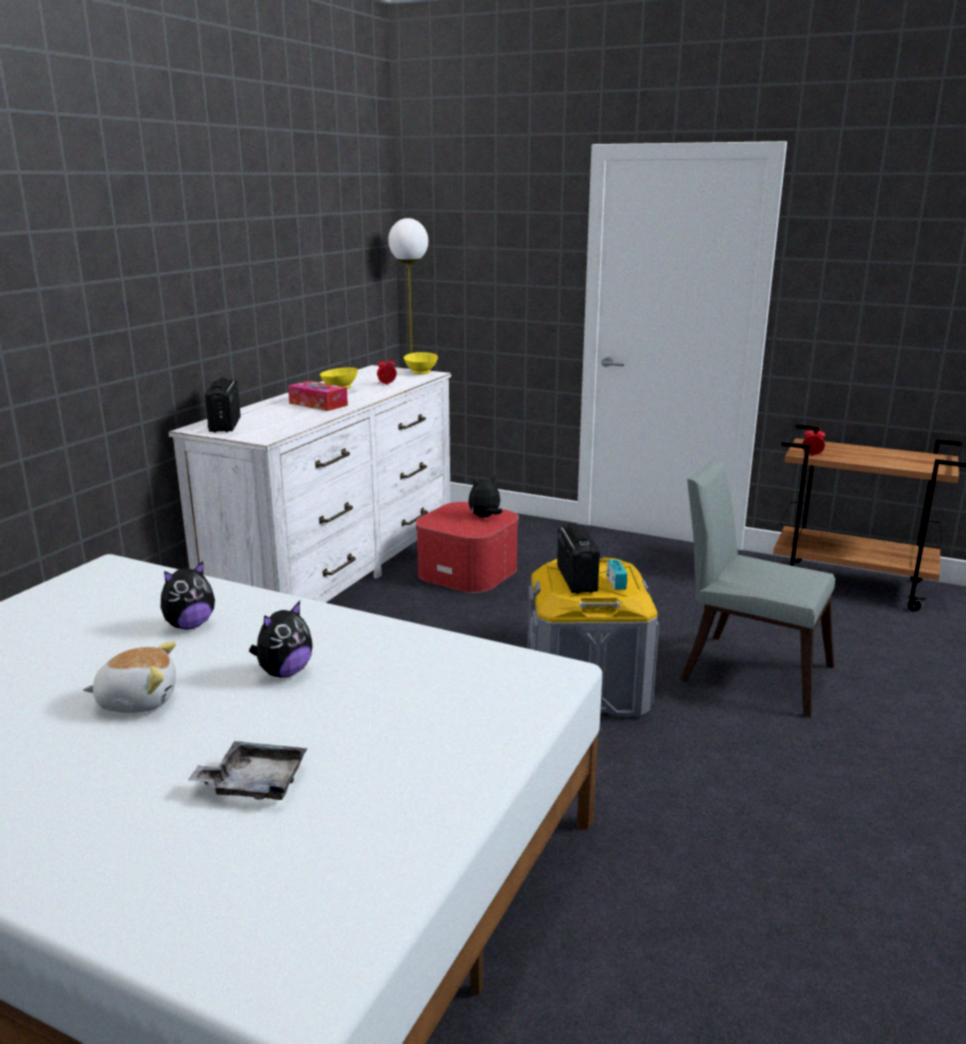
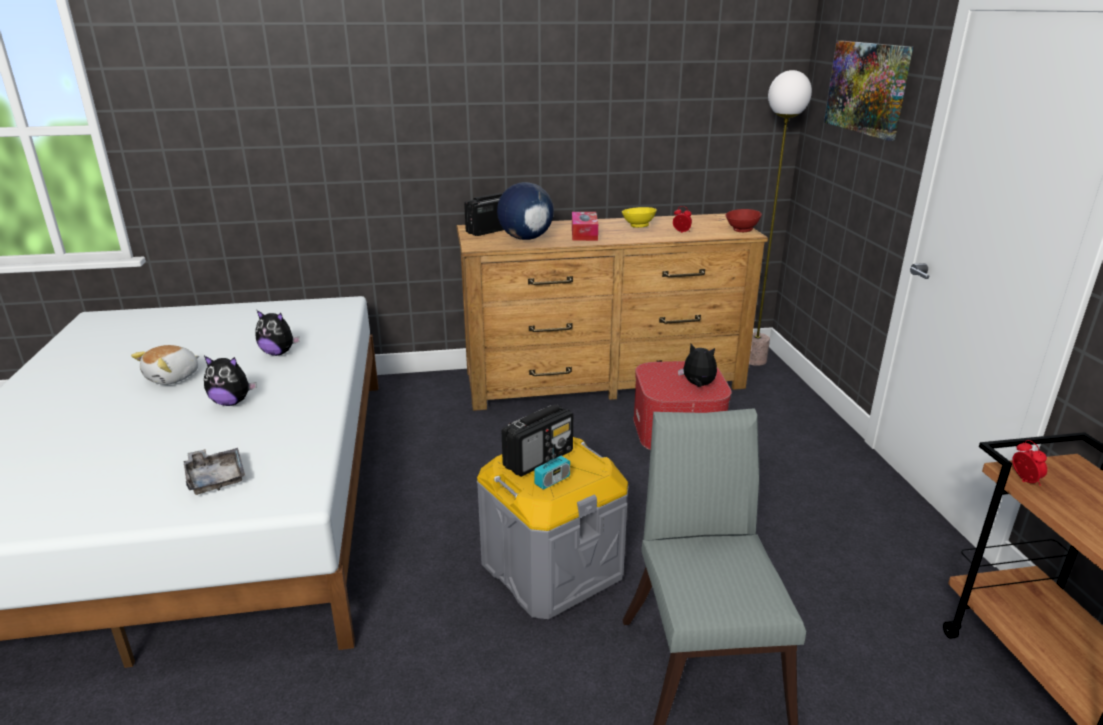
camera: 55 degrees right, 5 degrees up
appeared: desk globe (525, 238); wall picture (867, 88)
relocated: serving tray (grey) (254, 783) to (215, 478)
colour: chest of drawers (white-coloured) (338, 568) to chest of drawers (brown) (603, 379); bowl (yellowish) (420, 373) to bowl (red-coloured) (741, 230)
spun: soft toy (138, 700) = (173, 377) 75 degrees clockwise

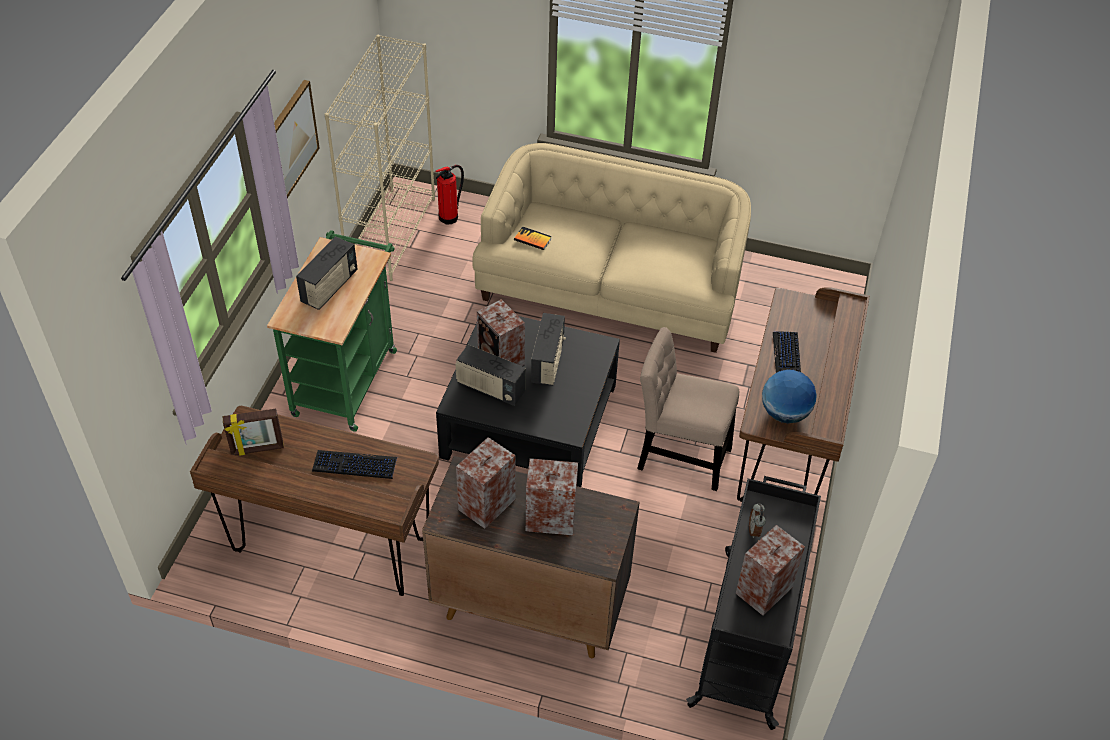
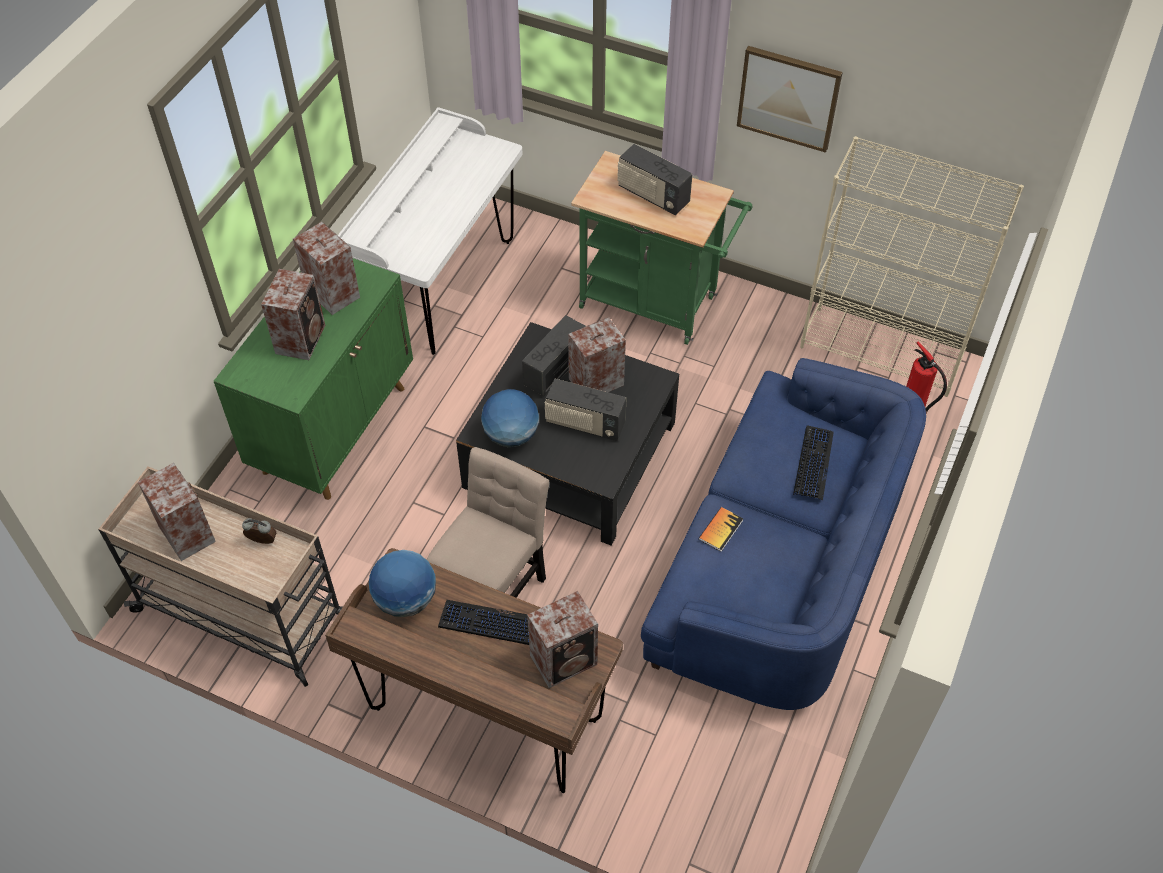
camera: 100 degrees right, 5 degrees up
missing: photo frame (257, 449)
appeared: desk globe (511, 435); speaker (565, 660)
relocated: computer keyboard (354, 465) to (813, 463); book (532, 239) to (720, 530)
colour: desk (brown) (331, 546) to desk (white-coloured) (443, 286); cabinet (brown) (528, 605) to cabinet (green) (335, 428); couch (sand-coloured) (611, 288) to couch (blue) (778, 567); cart (black) (748, 634) to cart (sand-coloured) (244, 614)

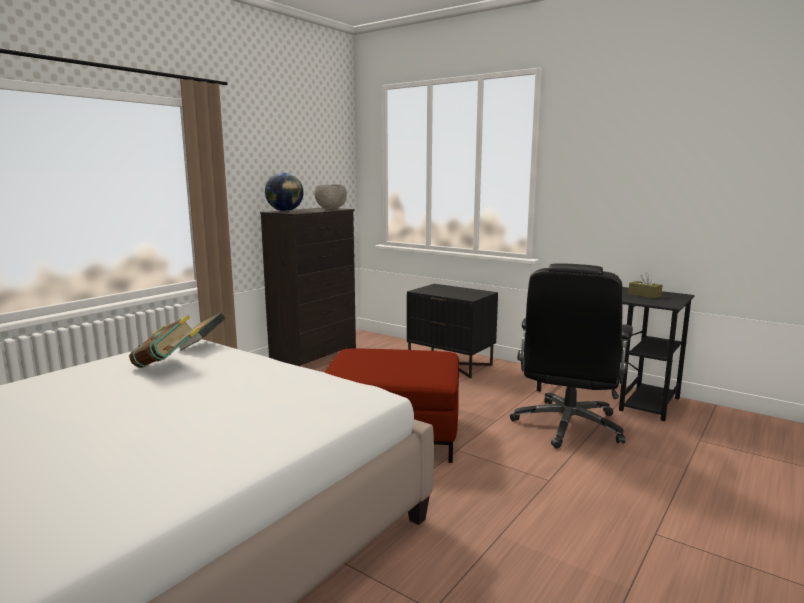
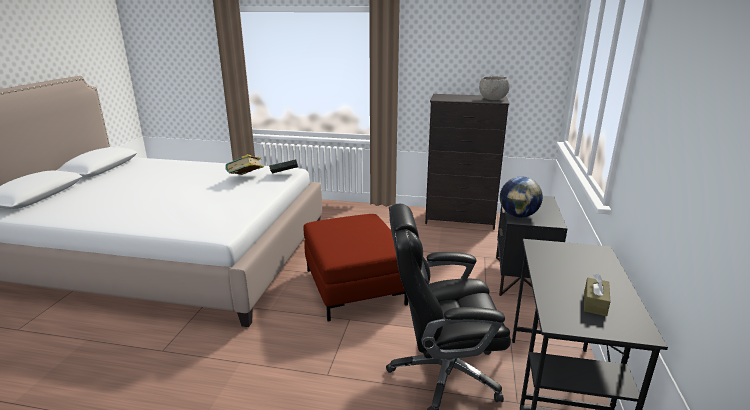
camera: 65 degrees right, 10 degrees up
relocated: desk globe (285, 211) to (518, 215)

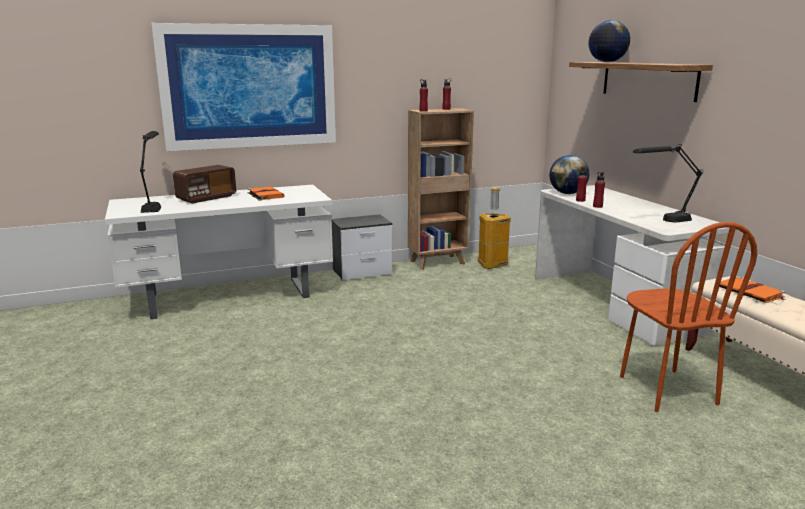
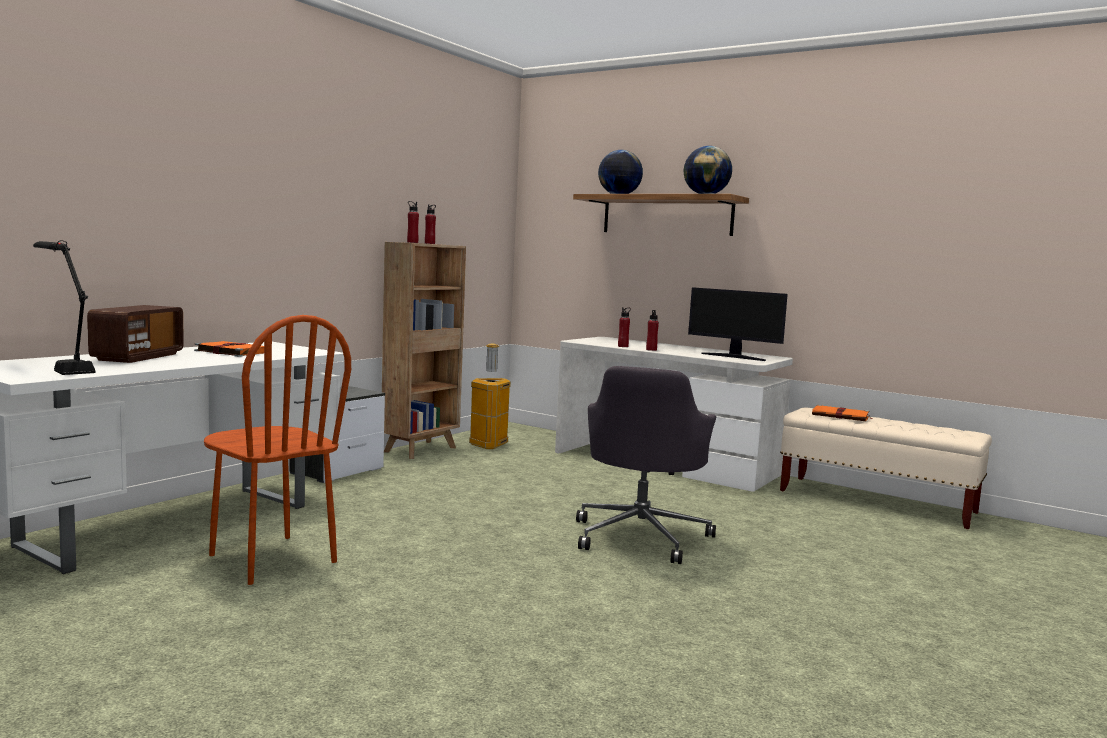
camera: 35 degrees left, 10 degrees down
missing: wall picture (249, 86)
appeared: desk chair (grey) (641, 536)
relocated: desk globe (567, 193) to (706, 195); chair (brown) (666, 390) to (271, 559)
exchanged: lamp for a table (black) (662, 221) to monitor (733, 357)

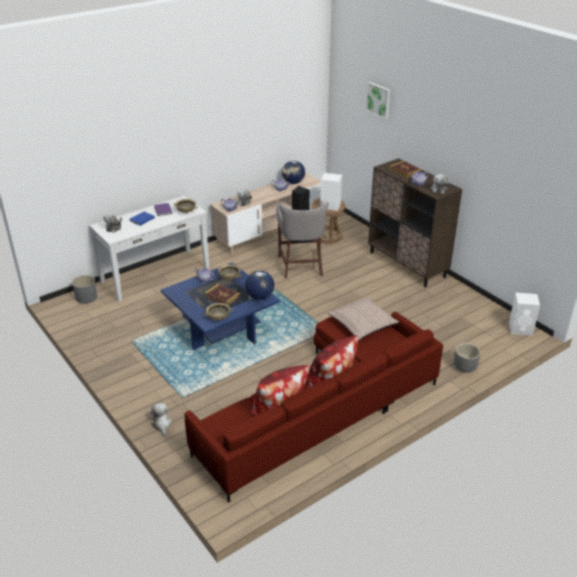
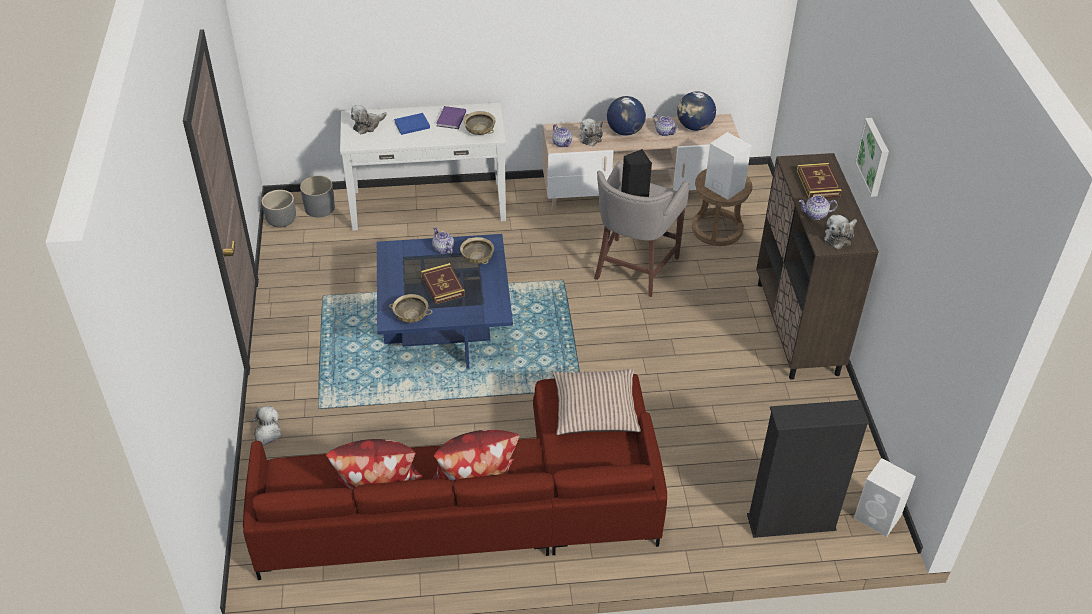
camera: 30 degrees right, 10 degrees up
appeared: bookcase (black) (791, 523)
relocated: desk globe (260, 297) to (625, 131); wall picture (379, 100) to (874, 157); plant pot (grey) (464, 367) to (281, 221)

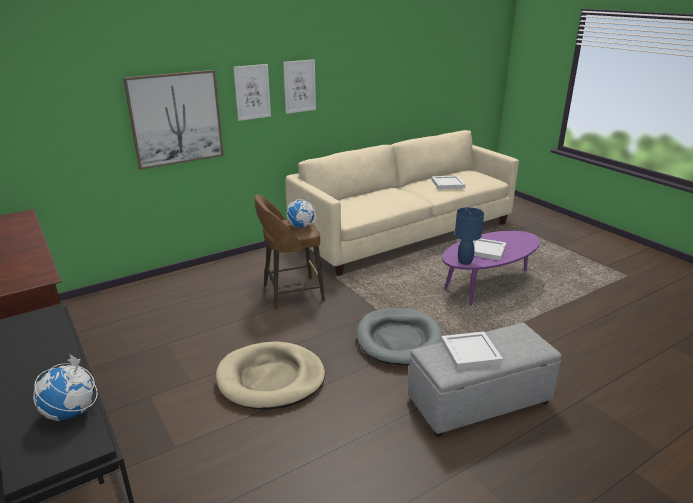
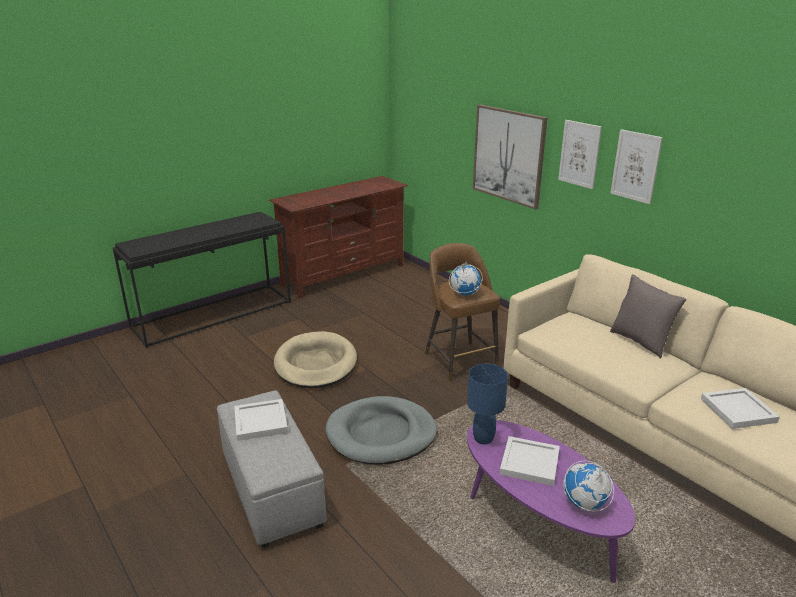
camera: 85 degrees right, 0 degrees up
appeared: cushion (grey) (640, 342)
relocated: desk globe (71, 413) to (584, 504)

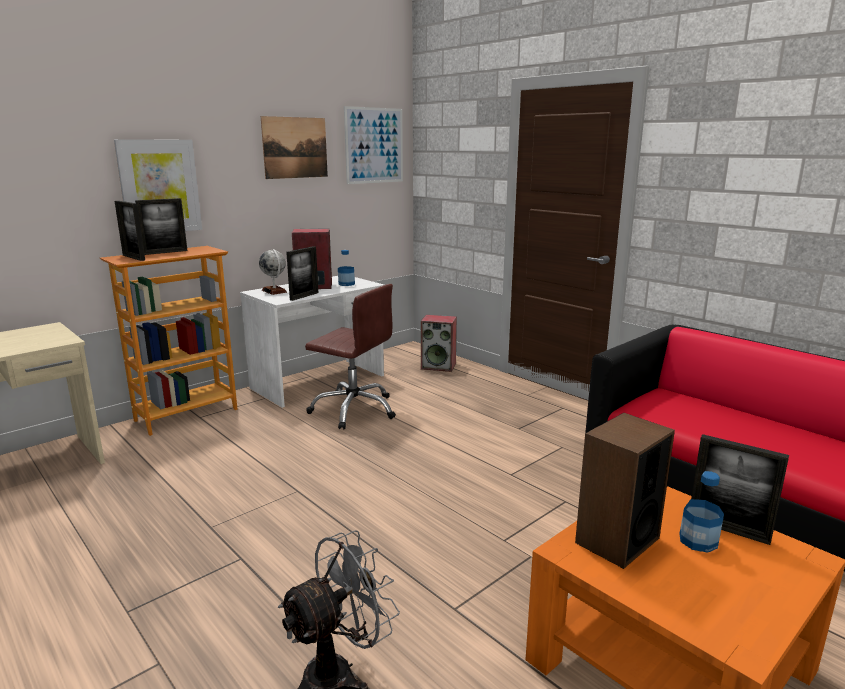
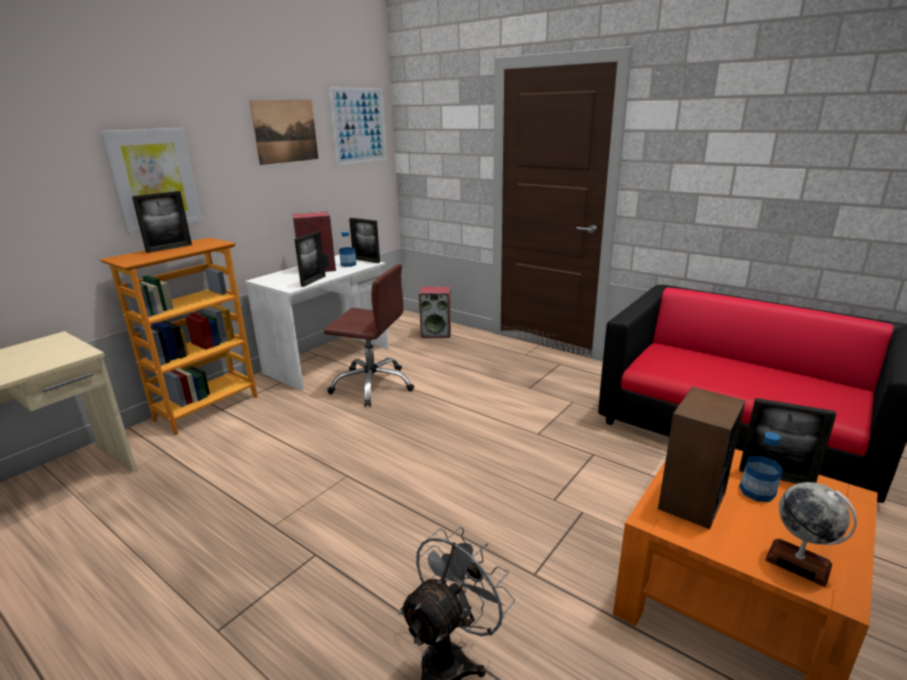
camera: 10 degrees left, 5 degrees up
relocated: photo frame (133, 257) to (366, 260); desk globe (274, 291) to (798, 562)

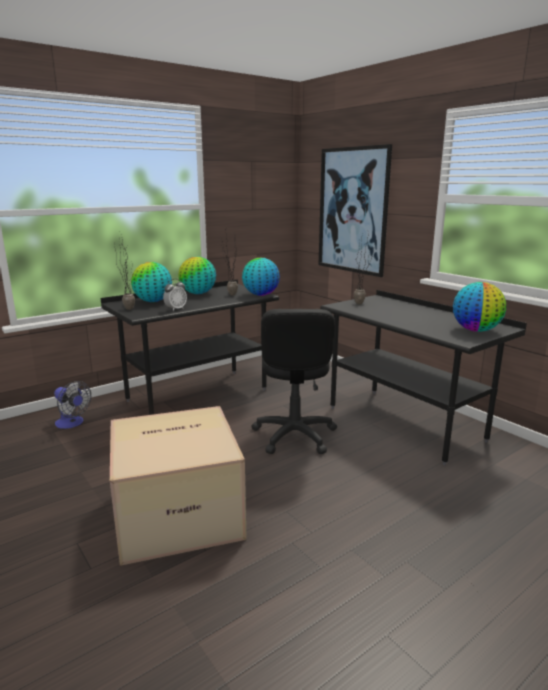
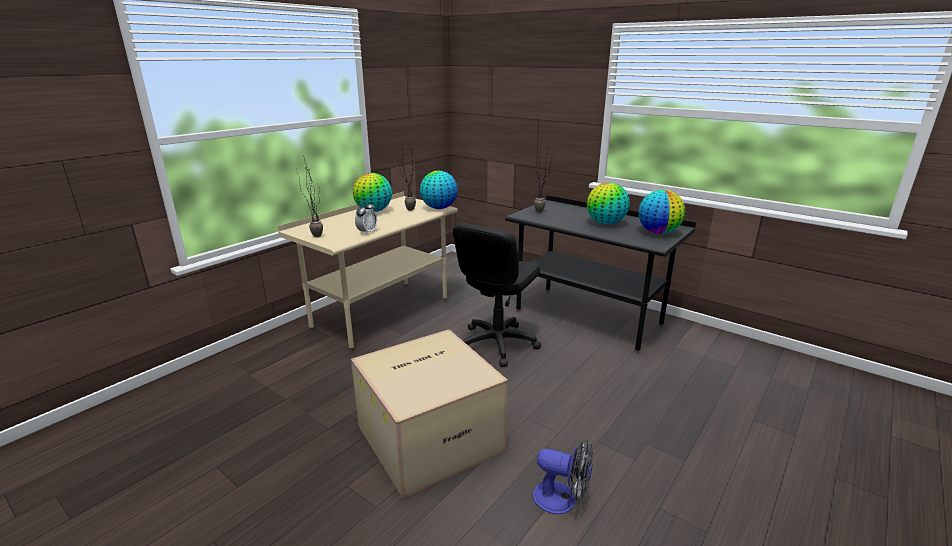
camera: 15 degrees left, 5 degrees up
missing: wall picture (352, 211)
relocated: electric fan (72, 423) to (562, 499); desk globe (153, 301) to (605, 223)
colour: desk (black) (197, 395) to desk (sand-coloured) (381, 314)
spun: desk chair (black) (294, 435) = (497, 343) 45 degrees clockwise

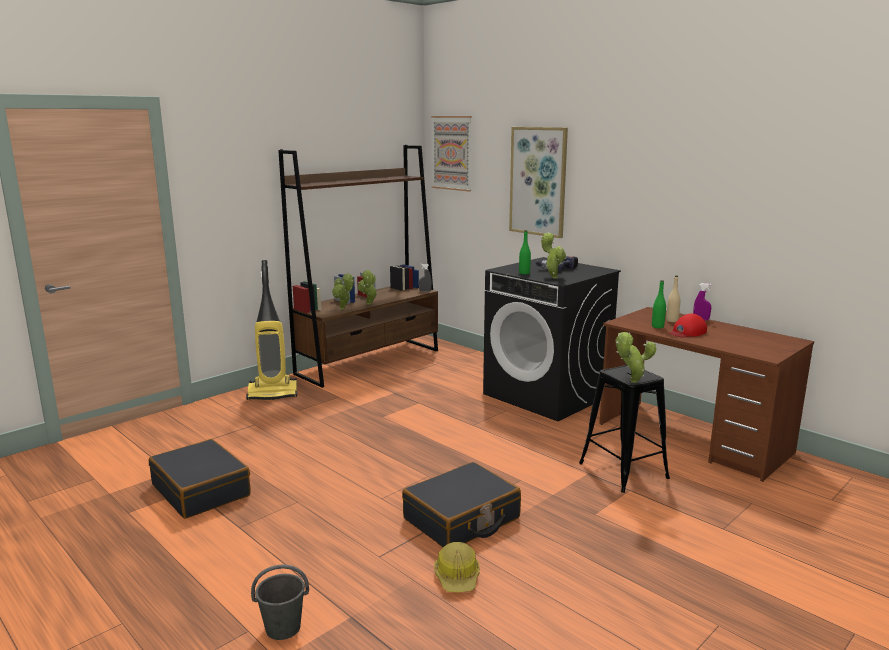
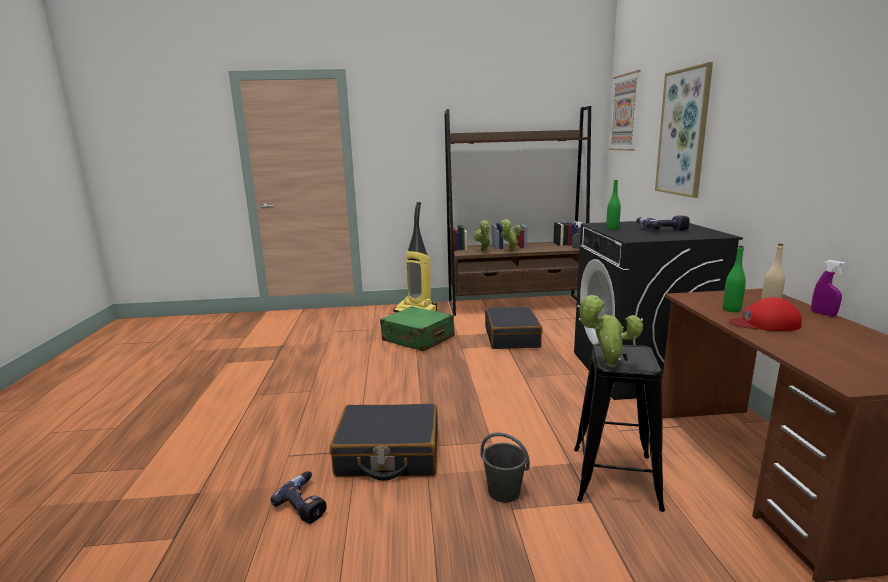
camera: 40 degrees right, 0 degrees up
missing: plant in a pot (553, 277)
appeared: piece of luggage (green) (418, 339)
relocated: piece of luggage (black) (201, 490) to (512, 337); water bucket (grey) (284, 628) to (504, 492)
exchanged: safety helmet (457, 577) to power drill (306, 503)

